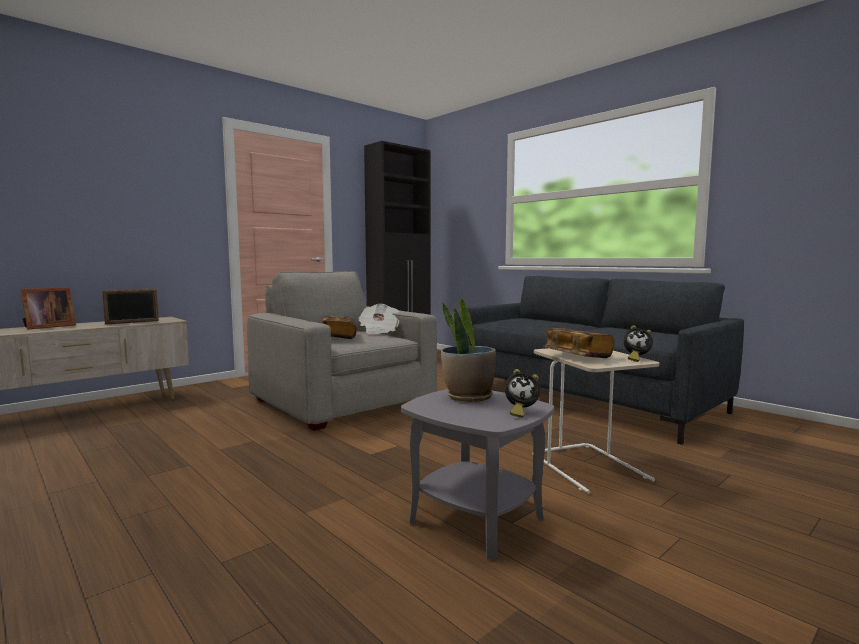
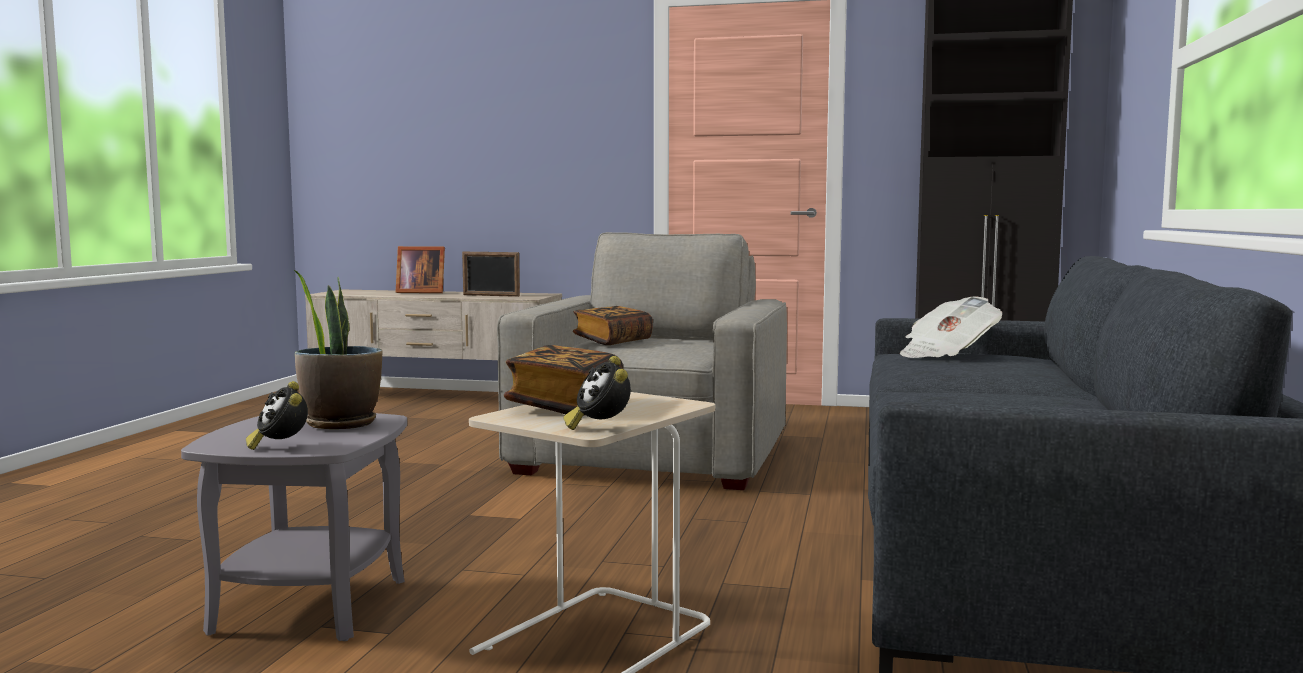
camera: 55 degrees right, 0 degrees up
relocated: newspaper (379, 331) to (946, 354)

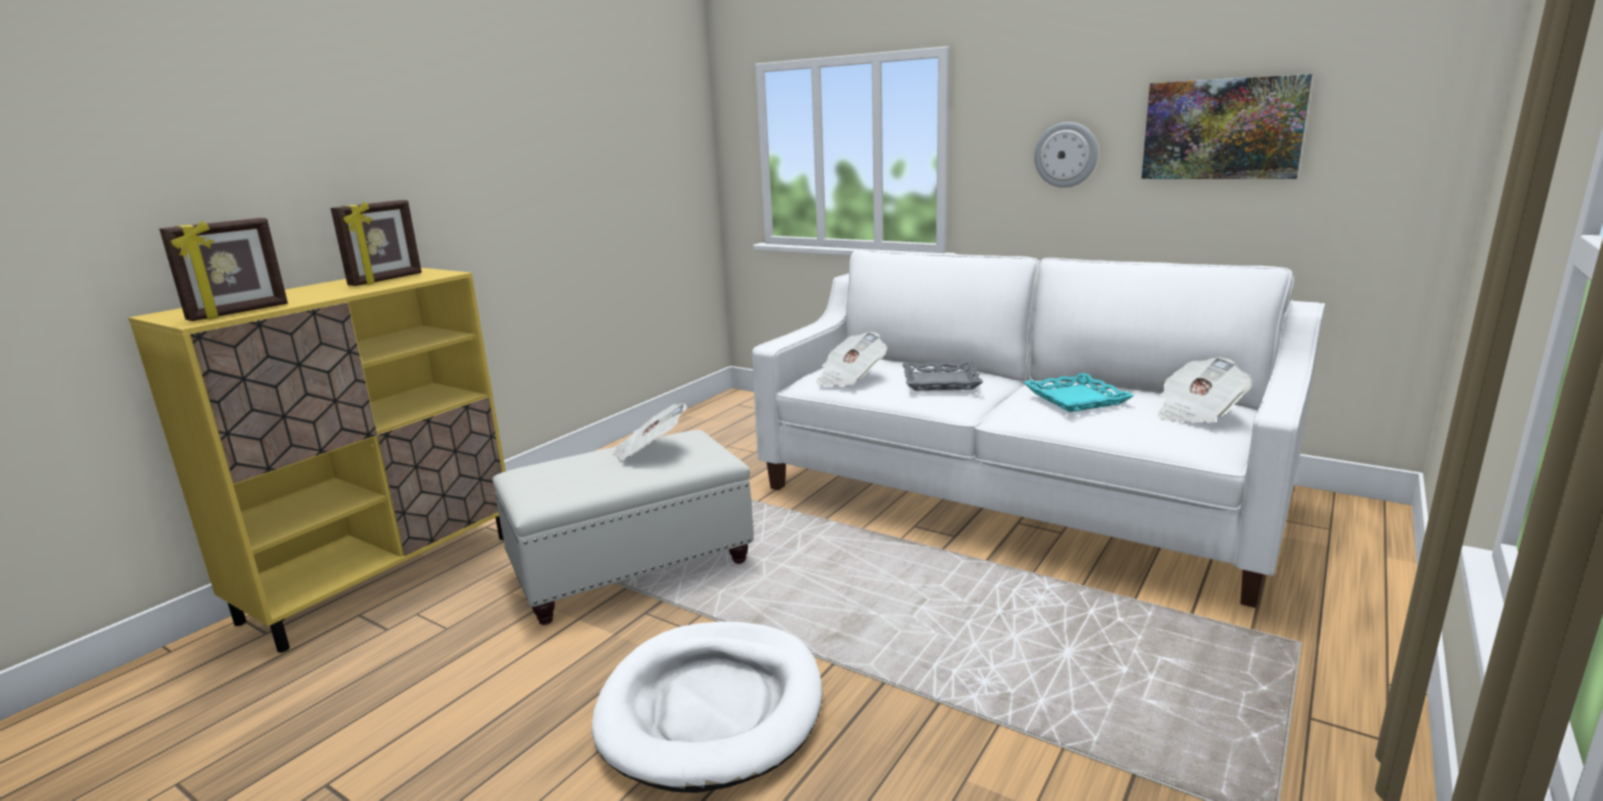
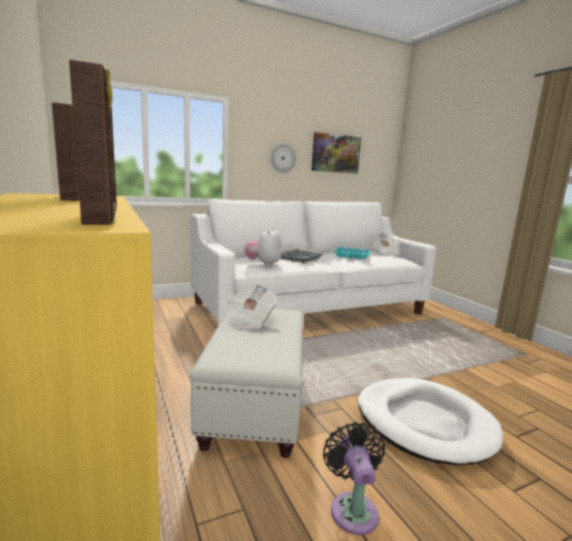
camera: 60 degrees left, 5 degrees down
appeared: electric fan (black) (353, 508)
exchanged: newspaper (850, 378) to soft toy (263, 264)

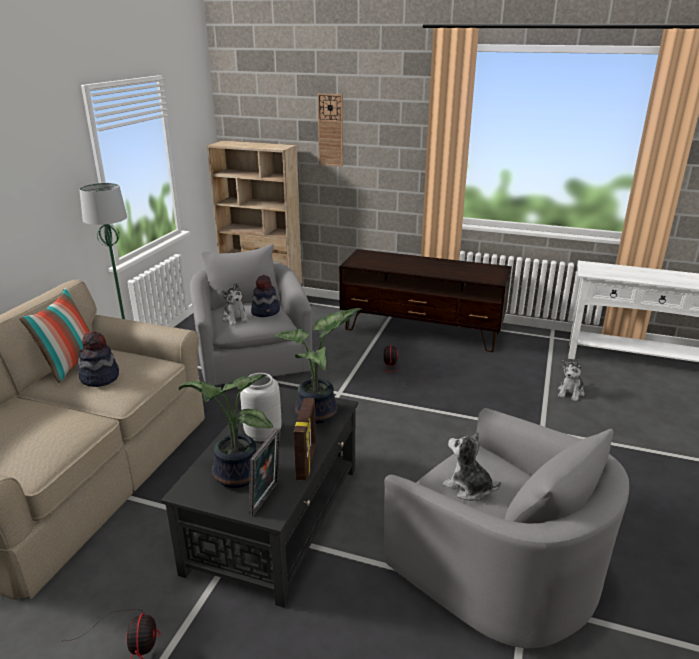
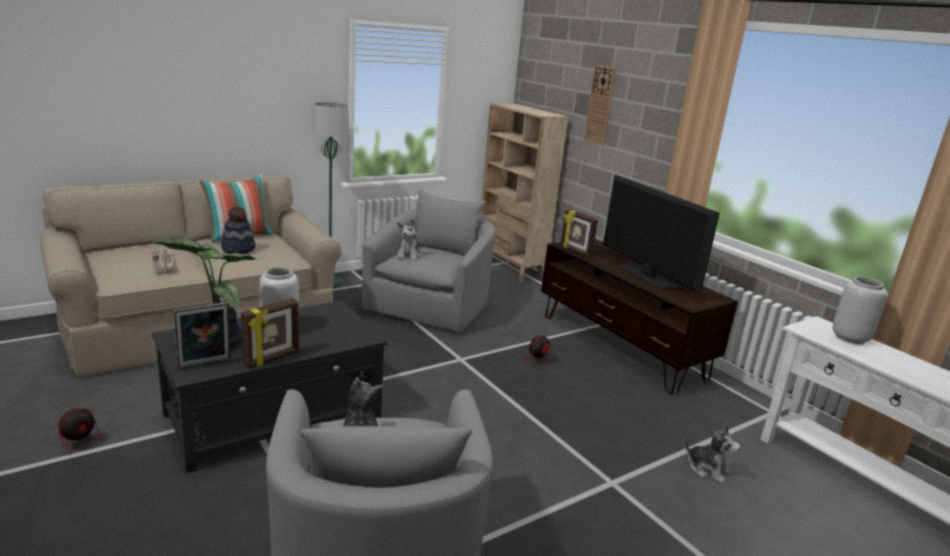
camera: 35 degrees right, 5 degrees down
missing: wearable hat (266, 311); plant in a pot (319, 414)
appeared: newspaper (163, 261); photo frame (575, 251); TV set (647, 276); vase (grey) (849, 338)
spun: soft toy (570, 392) = (707, 469) 120 degrees counterclockwise

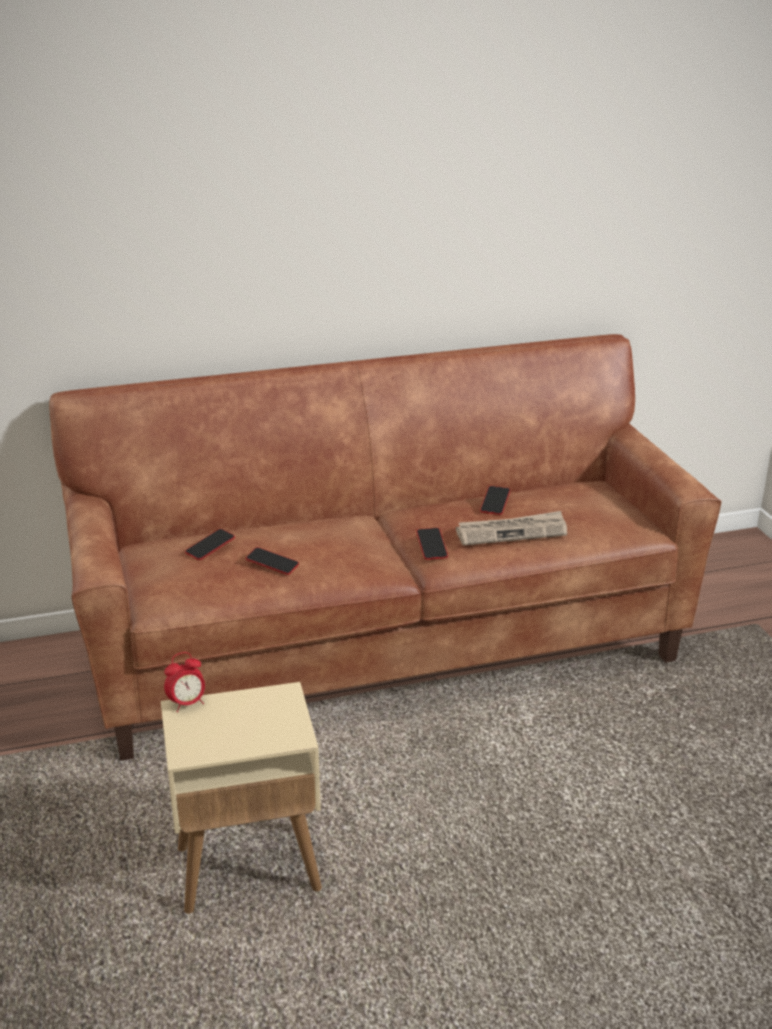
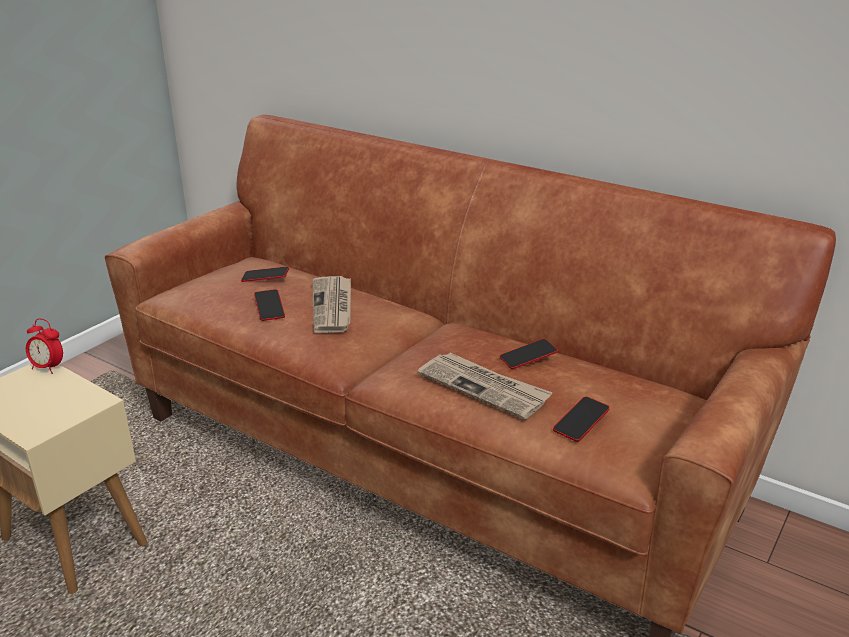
camera: 50 degrees right, 0 degrees up
appeared: newspaper (333, 307)
relocated: phone (432, 547) to (581, 422)

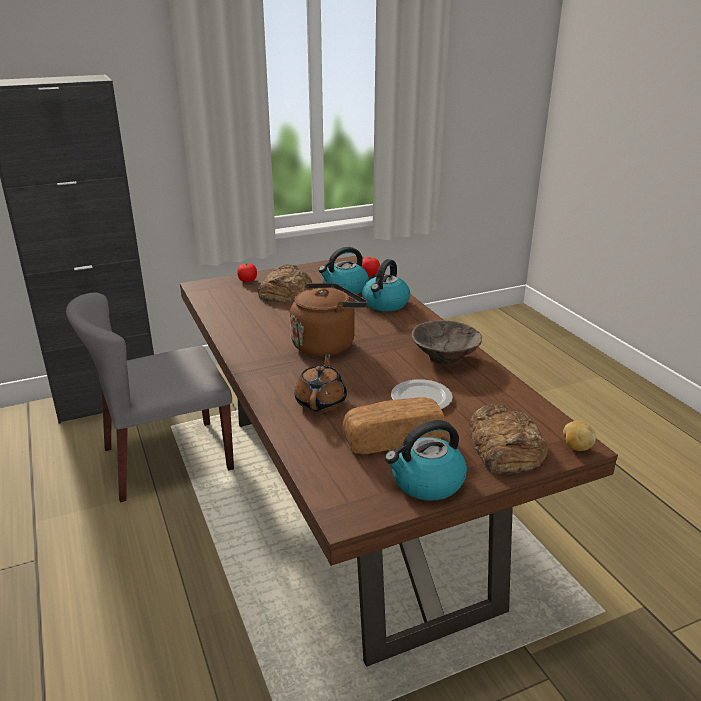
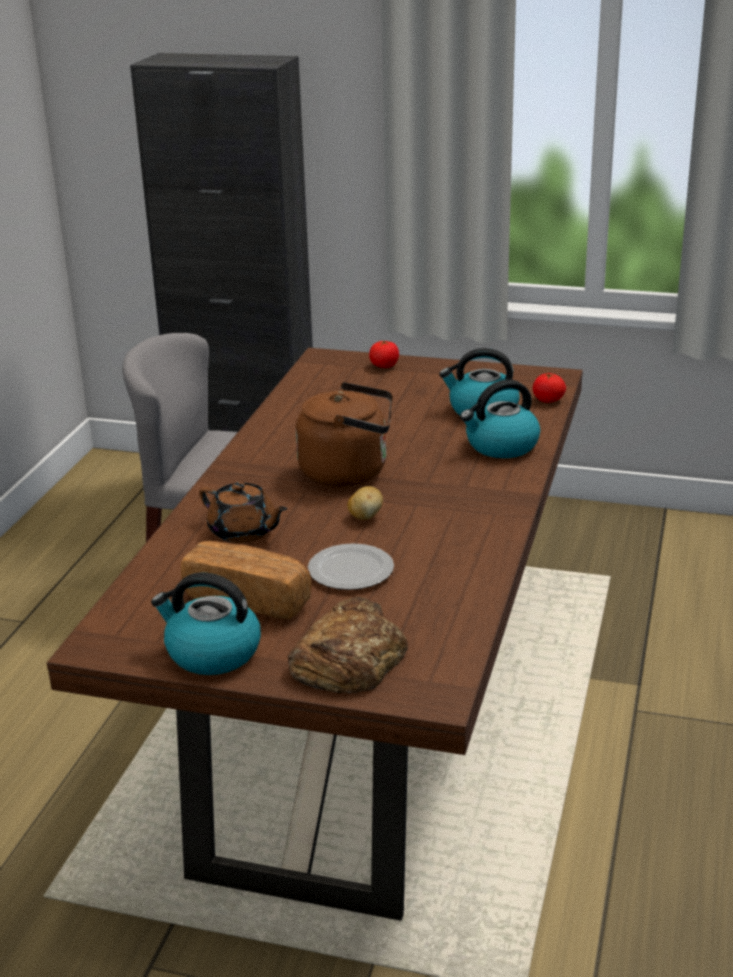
camera: 40 degrees right, 0 degrees up
missing: baked bread (285, 291); bowl (brown) (445, 358)
relocated: spud (576, 447) to (365, 516)
spun: pot for tea (brown) (321, 402) = (243, 532) 75 degrees clockwise

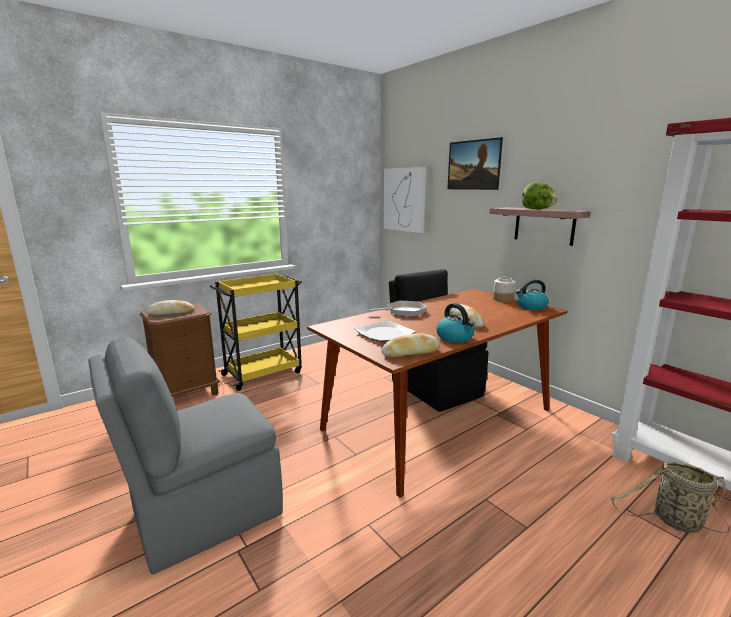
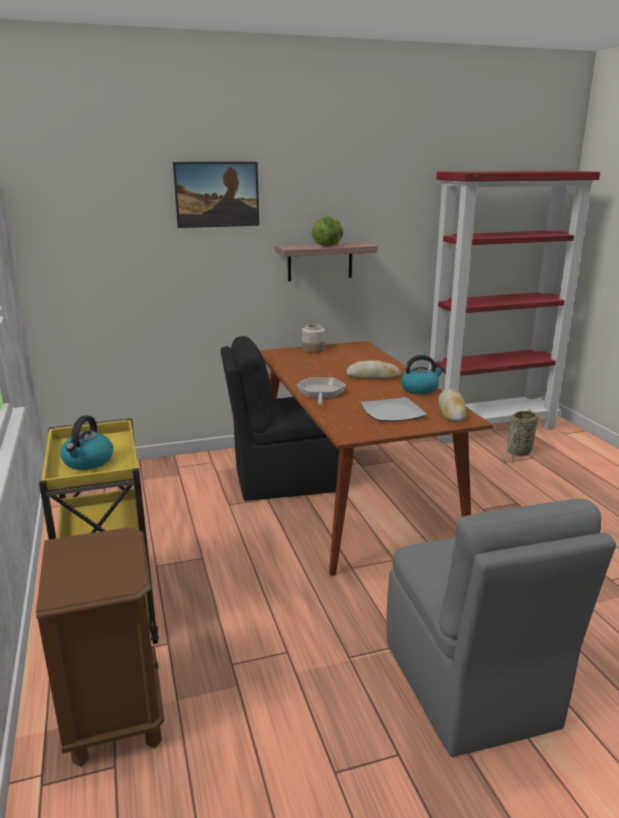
camera: 70 degrees left, 5 degrees up
missing: baked bread (171, 313); wall picture (405, 199)
relocated: tea kettle (531, 307) to (88, 462)

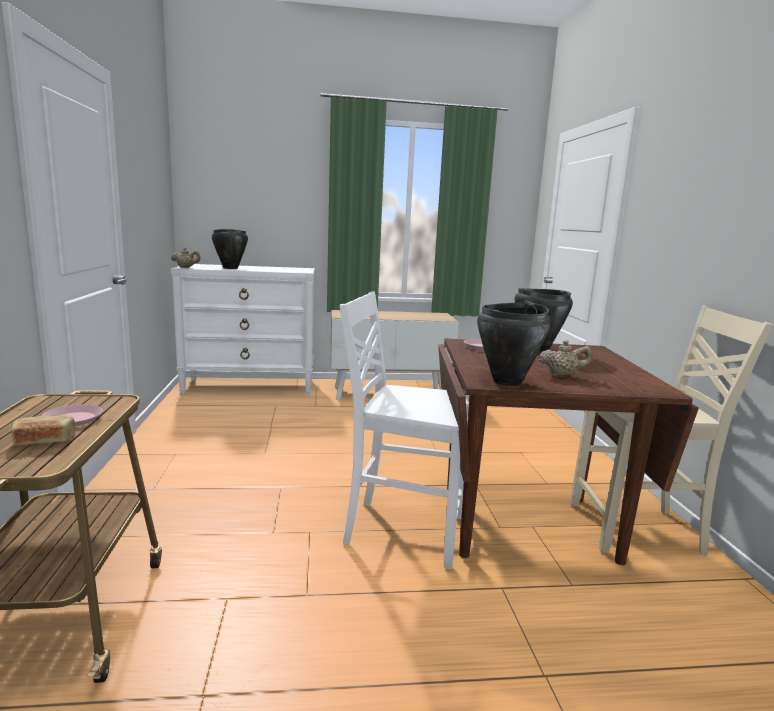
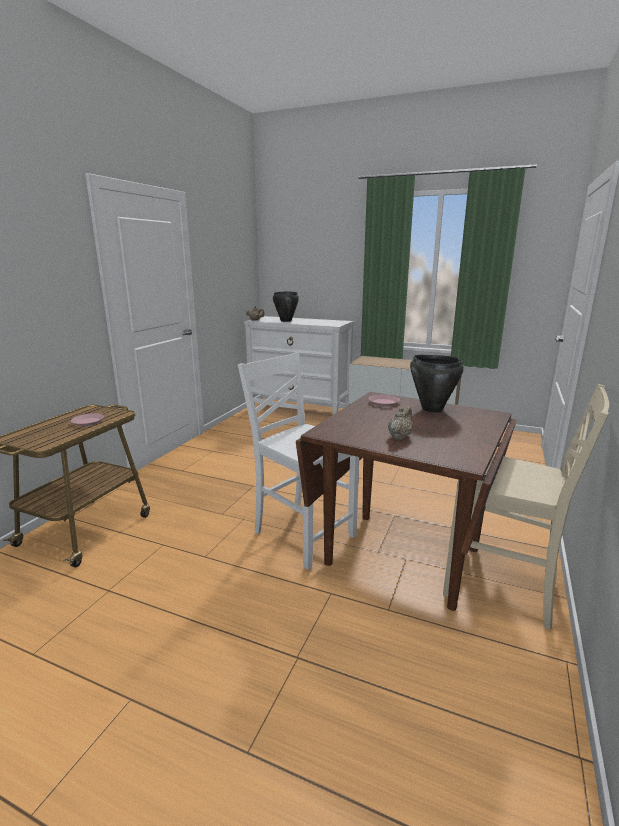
camera: 30 degrees right, 5 degrees up
missing: baked bread (45, 441); cooking pot (black) (508, 382)
spun: pot for tea (sand-coloured) (562, 376) = (399, 436) 90 degrees counterclockwise

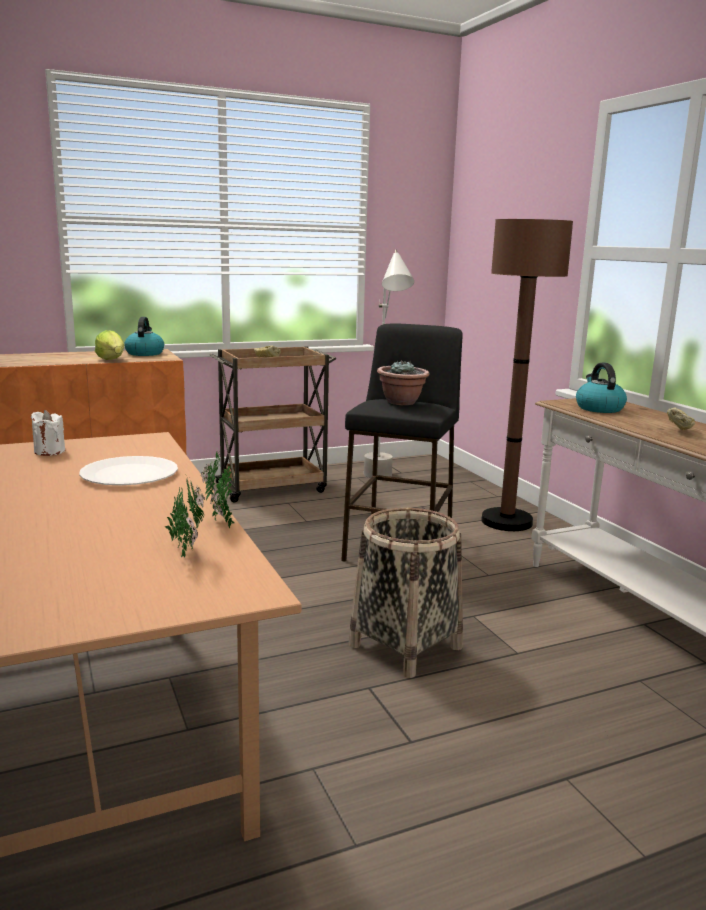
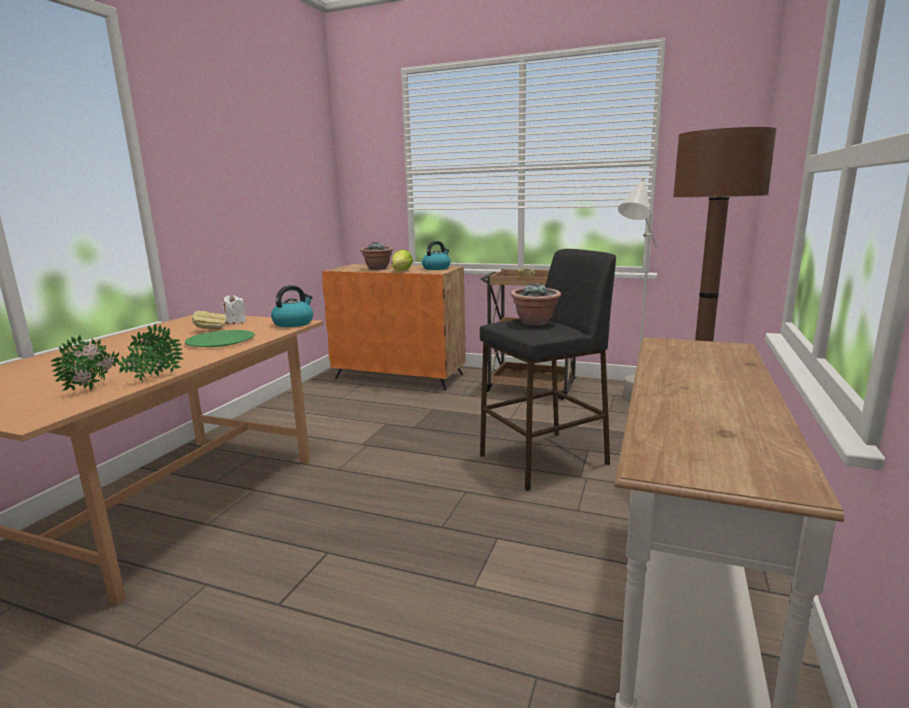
camera: 45 degrees right, 0 degrees up
missing: household basket (405, 646)
appeared: plant in a pot (378, 268)
relocated: tea kettle (598, 408) to (294, 323); baked bread (679, 431) to (211, 330)
colour: plate (white-coloured) (129, 474) to plate (green) (221, 341)

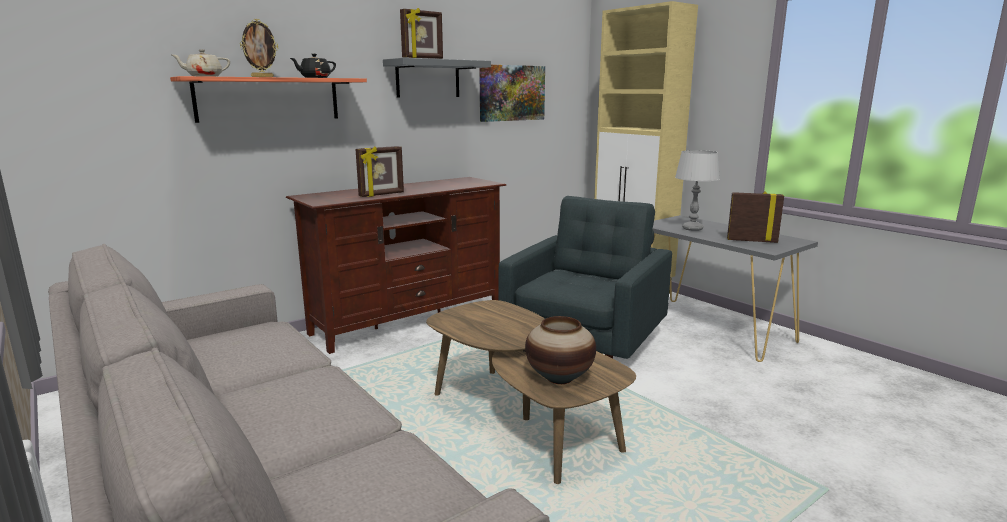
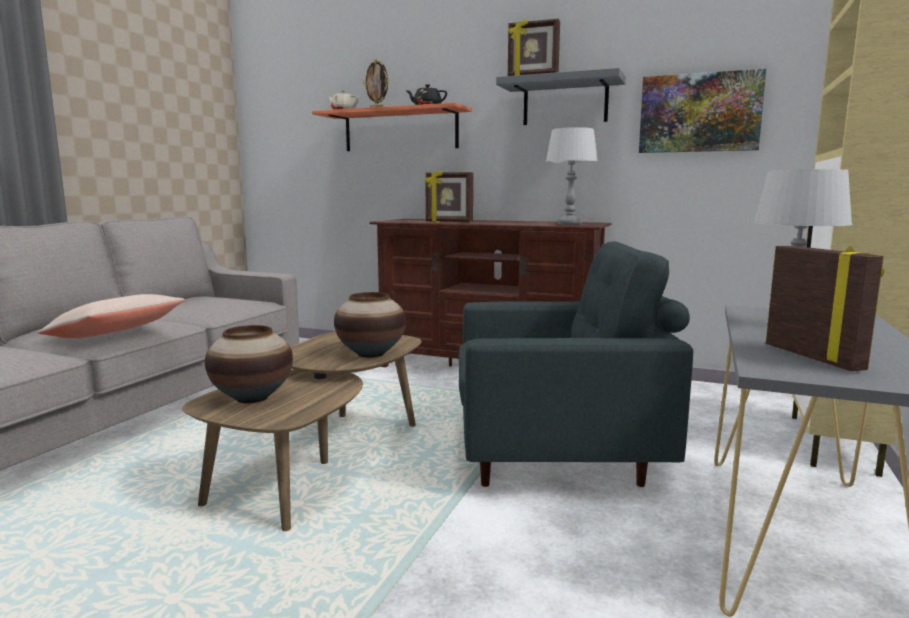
camera: 60 degrees right, 5 degrees down
appeared: cushion (sand-coloured) (115, 335); vase (371, 354); lamp for a table (grey) (569, 224)

